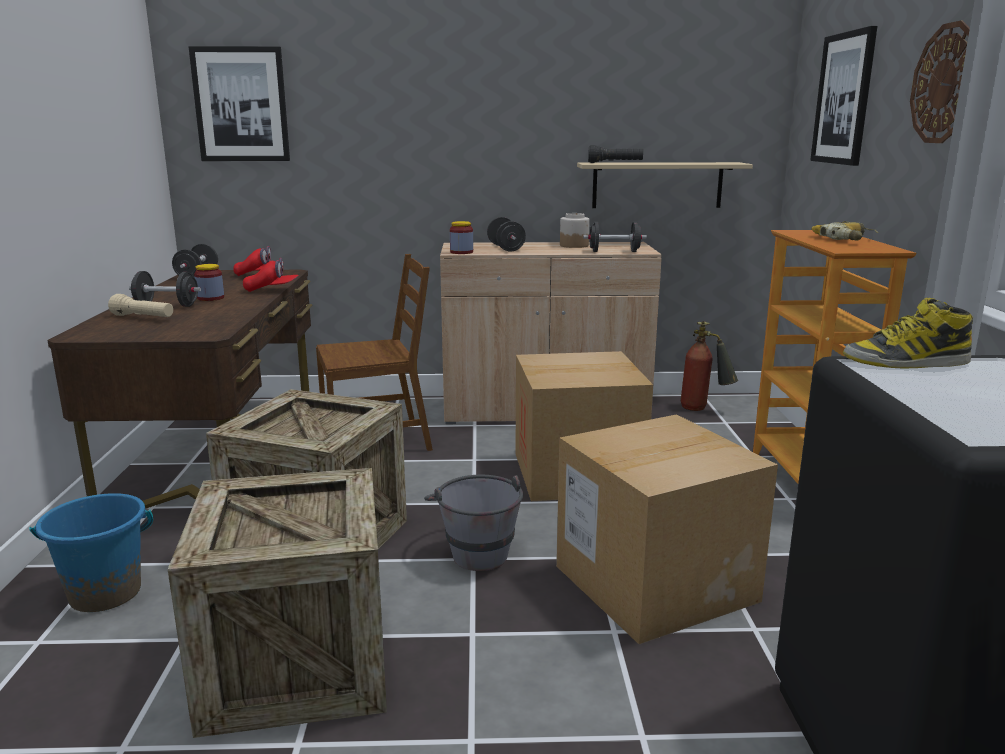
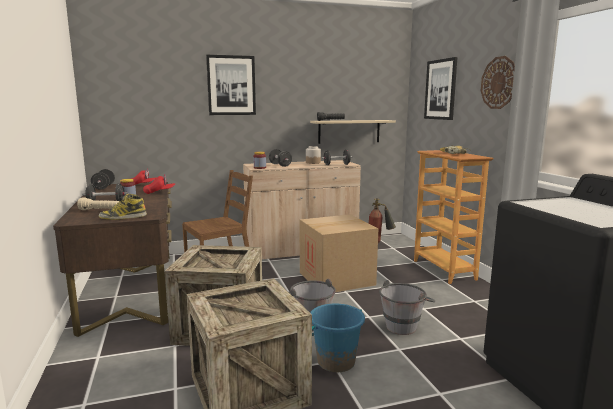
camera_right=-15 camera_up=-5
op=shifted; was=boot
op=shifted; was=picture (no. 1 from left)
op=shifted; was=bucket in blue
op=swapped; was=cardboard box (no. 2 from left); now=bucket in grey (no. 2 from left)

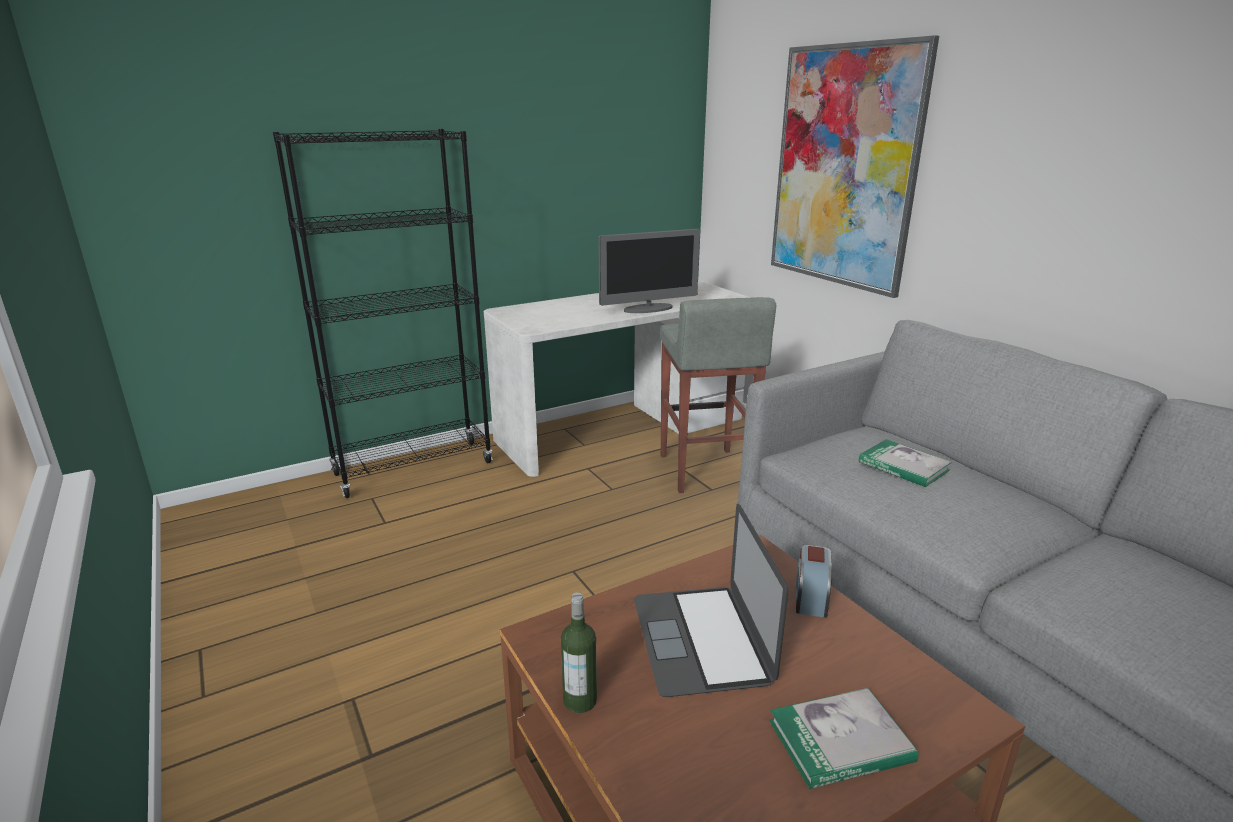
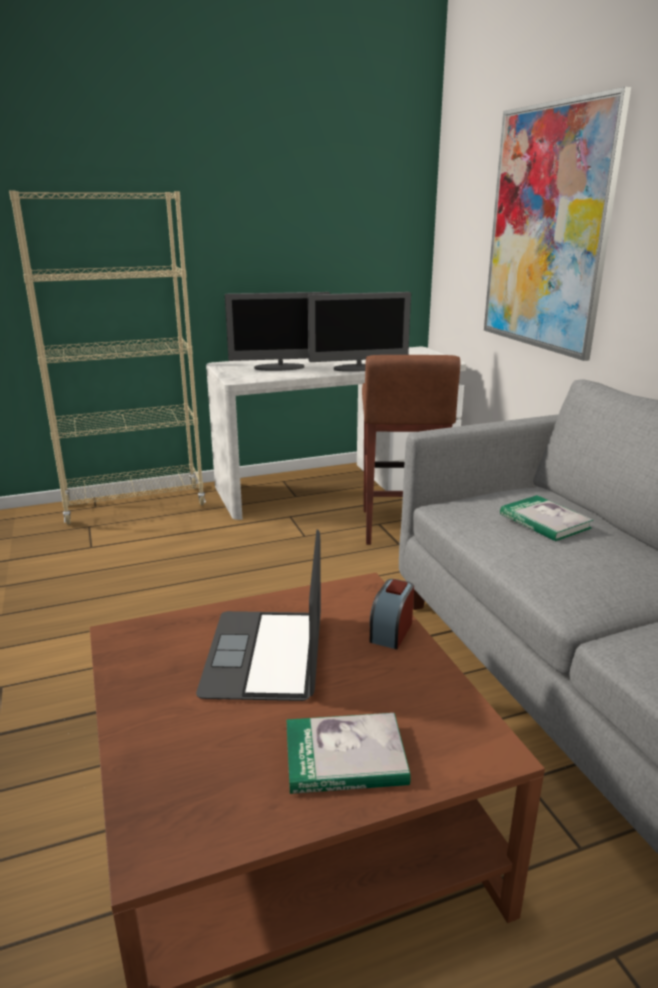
camera_right=10 camera_up=0
op=repainted; was=bookcase in black; now=bookcase in beige
op=new; now=monitor (no. 1 from left)
op=repainted; was=stool in grey; now=stool in brown
op=gone; was=bottle

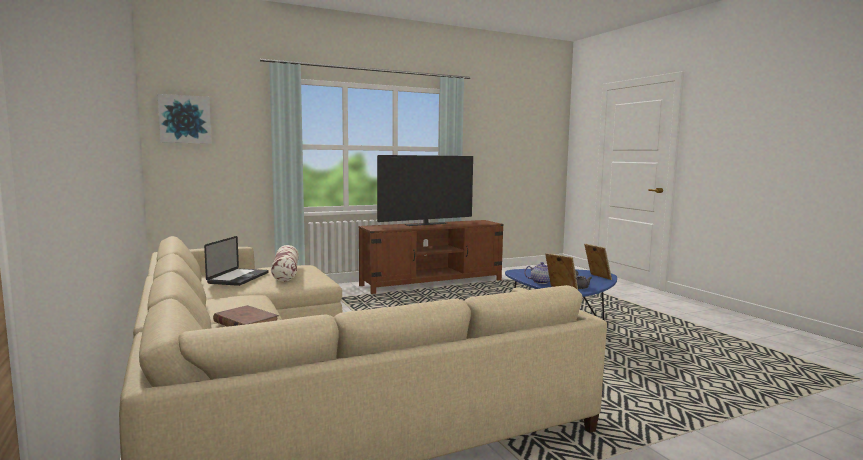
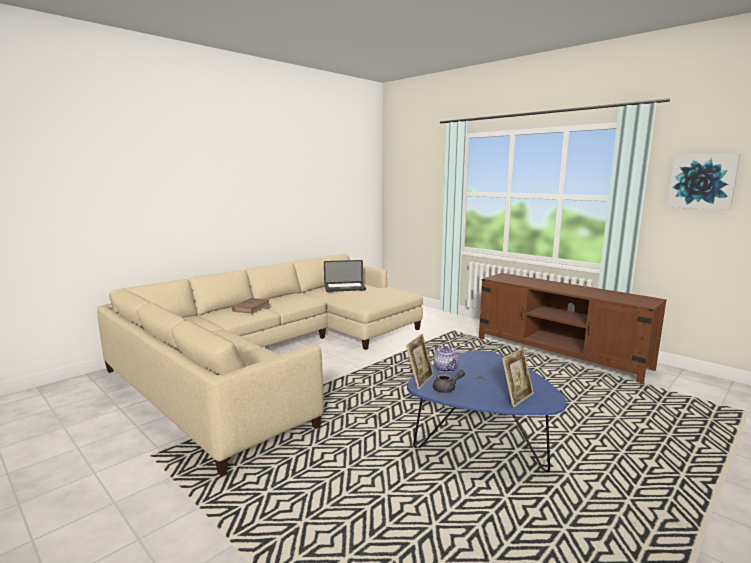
camera_right=70 camera_up=5
op=shifted; was=picture
op=gone; was=pillow
op=gone; was=television

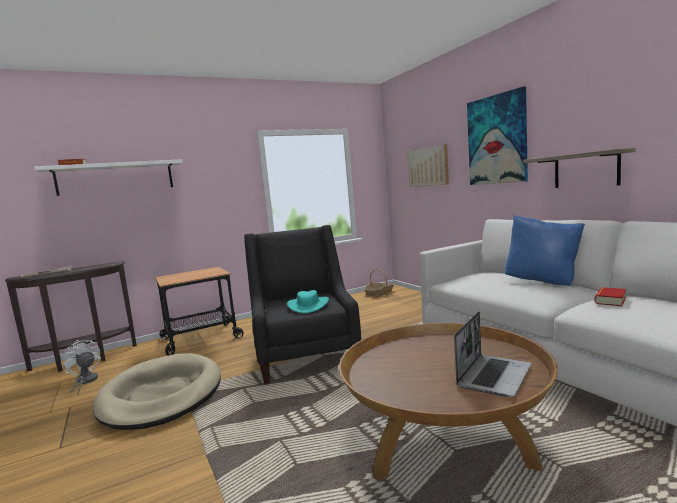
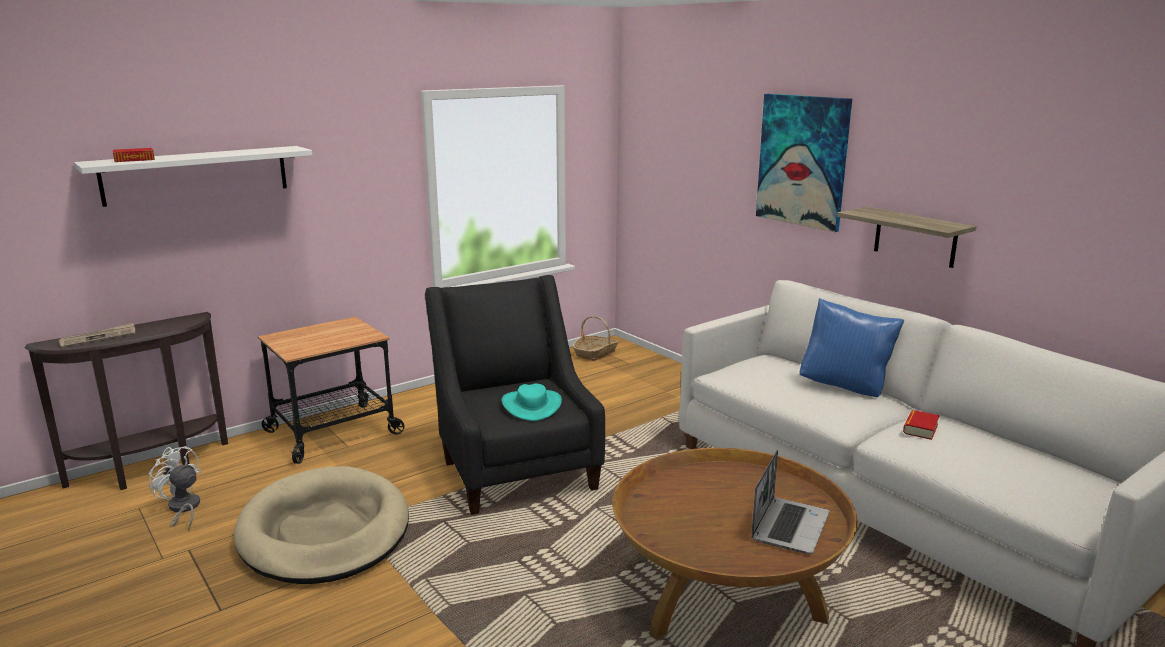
camera_right=-10 camera_up=10
op=gone; was=picture (no. 1 from left)

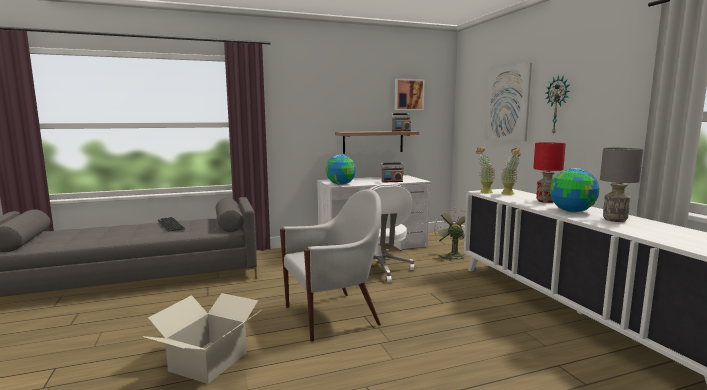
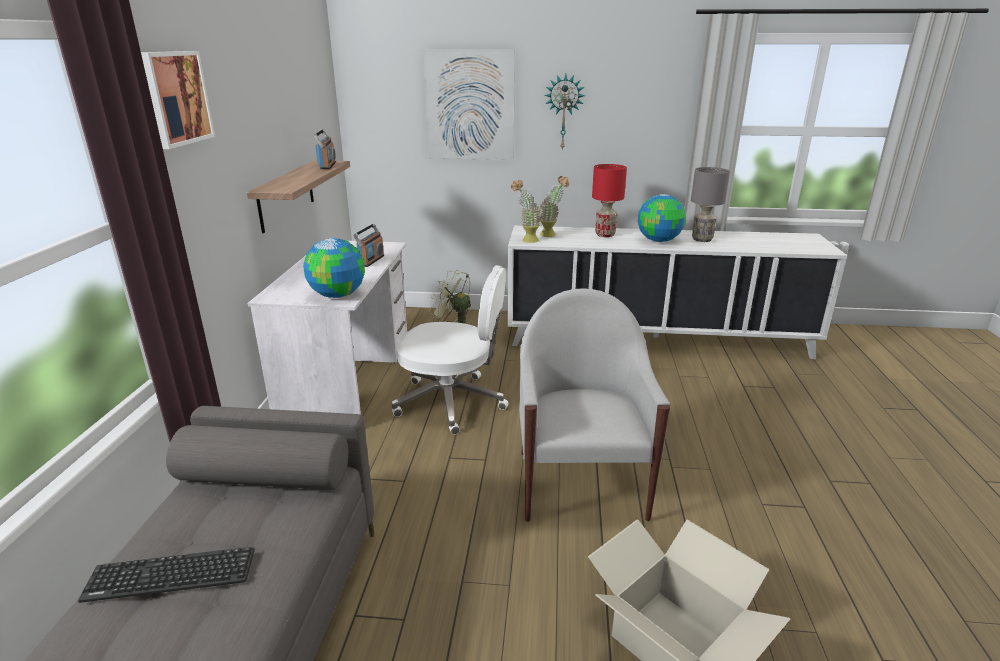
camera_right=-65 camera_up=15
op=shifted; was=picture (no. 1 from left)

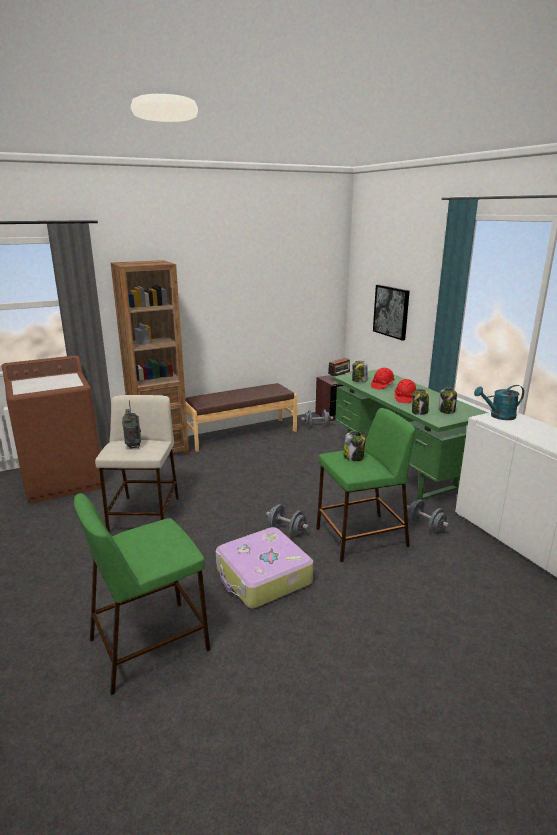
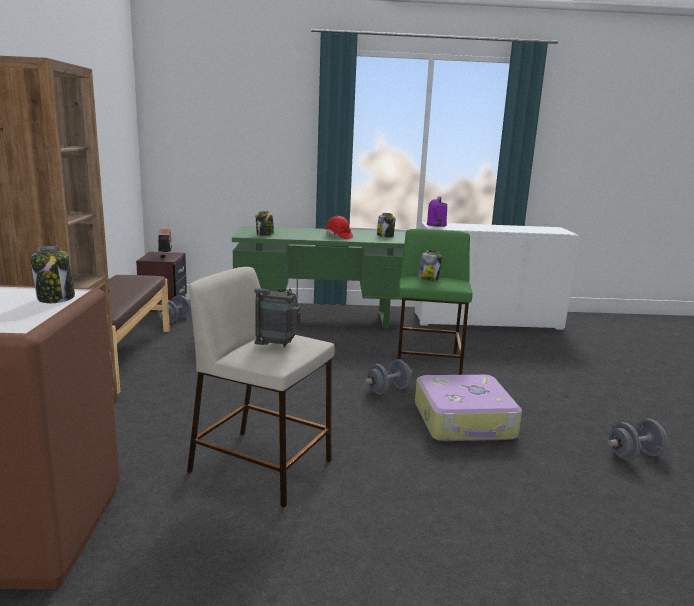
camera_right=-65 camera_up=-5
op=shifted; was=jar (no. 3 from left in the first image); now=jar (no. 1 from left)
op=repainted; was=watering can in turquoise; now=watering can in purple
op=shifted; was=dumbbell in grey (no. 3 from left)
op=gone; was=stool in green (no. 1 from left)
op=gone; was=hard hat in red (no. 1 from left)
op=gone; was=picture

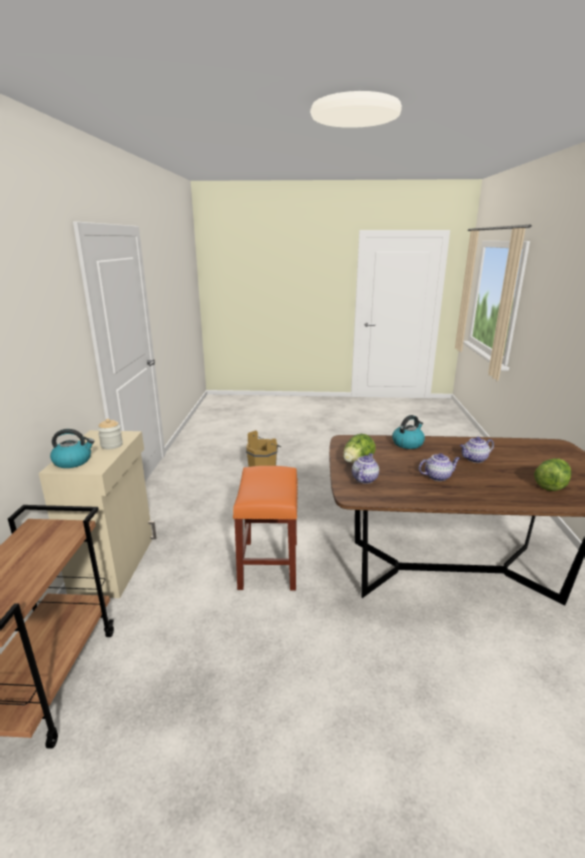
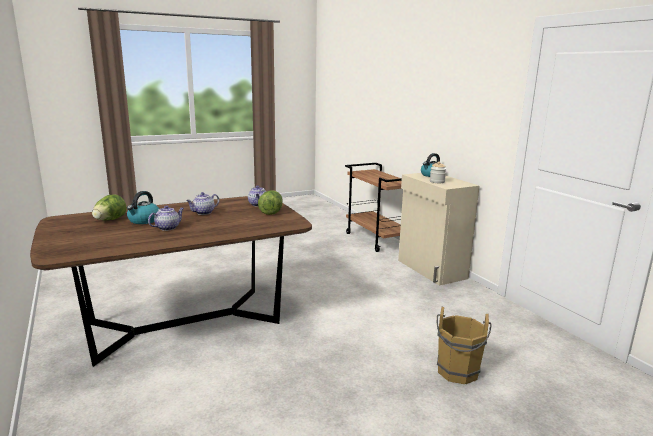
camera_right=150 camera_up=-5
op=shifted; was=kettle (no. 2 from left in the first image); now=kettle (no. 1 from left)
op=gone; was=stool in orange

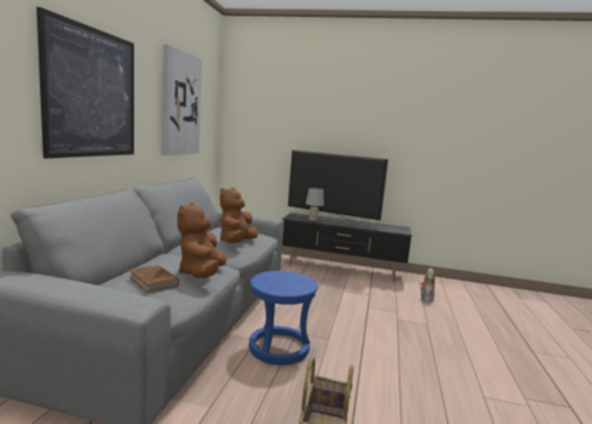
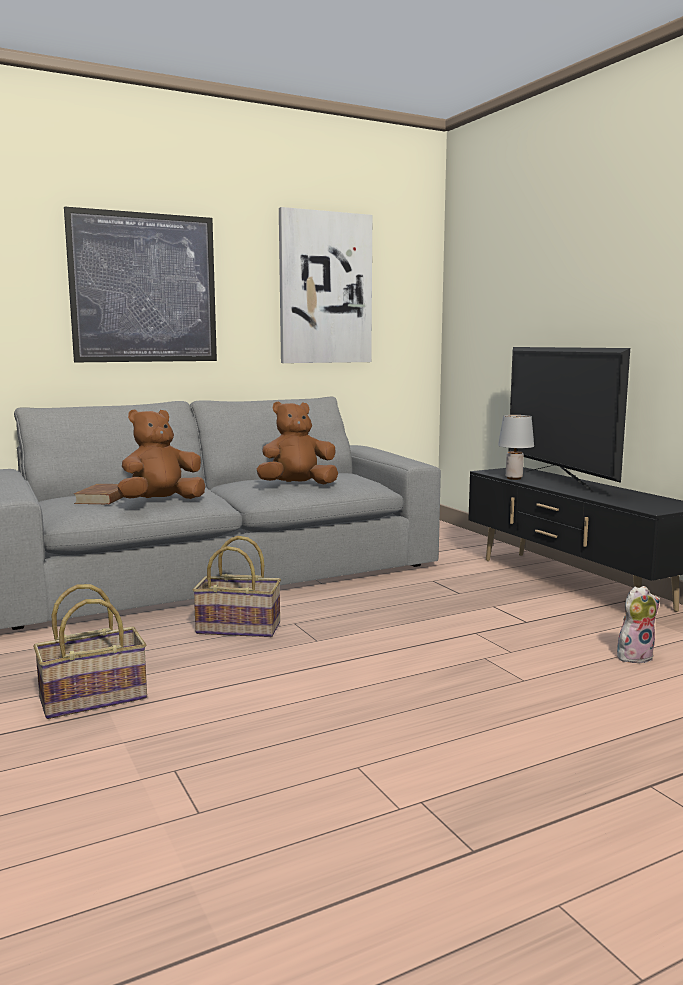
camera_right=50 camera_up=0
op=swapped; was=stool in blue; now=basket (no. 2 from left)

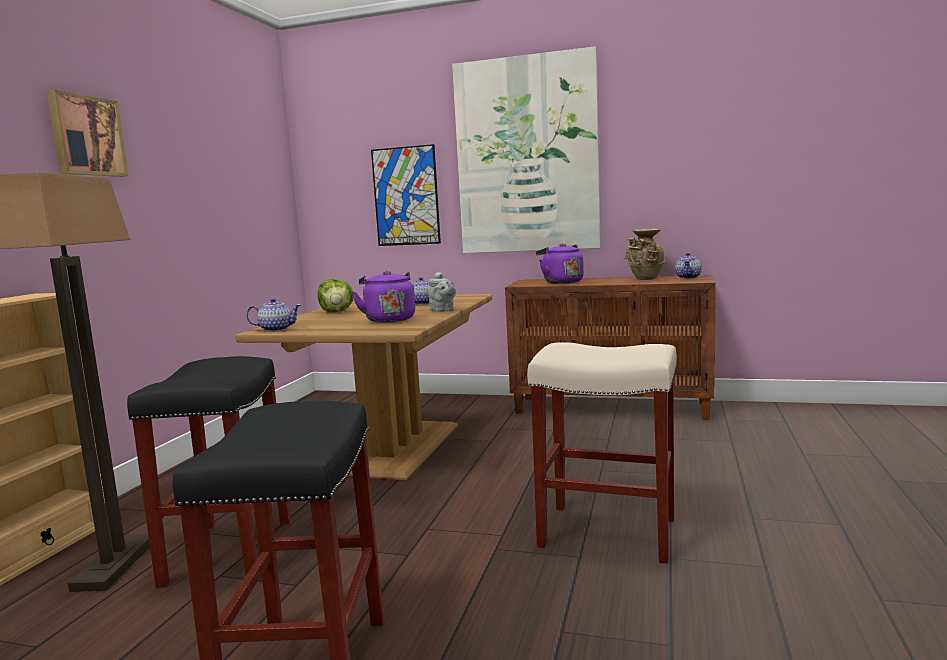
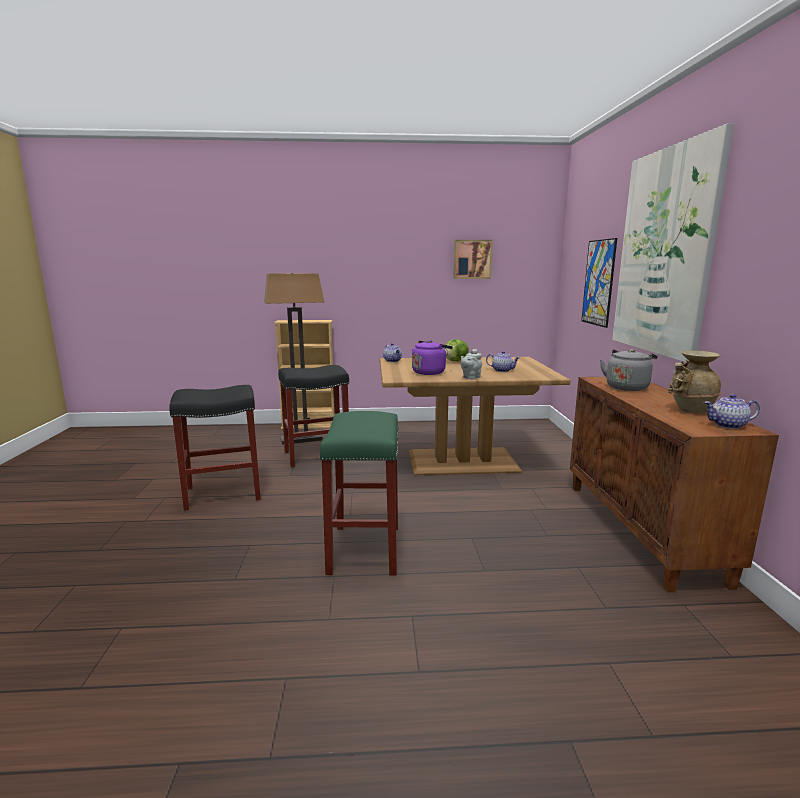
camera_right=70 camera_up=5
op=repainted; was=stool in beige; now=stool in green
op=shifted; was=picture (no. 1 from left)
op=repainted; was=kettle in purple (no. 2 from left); now=kettle in grey

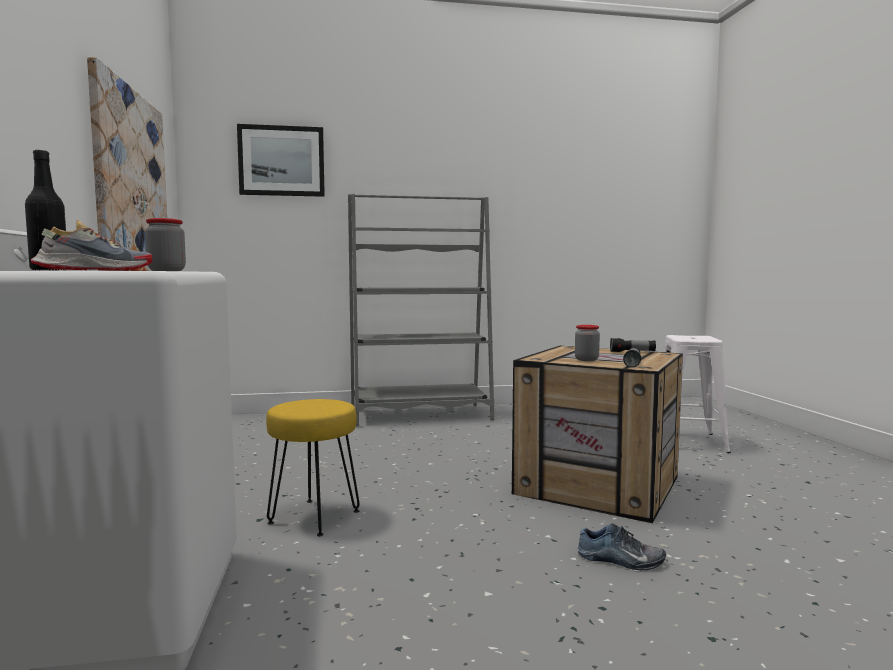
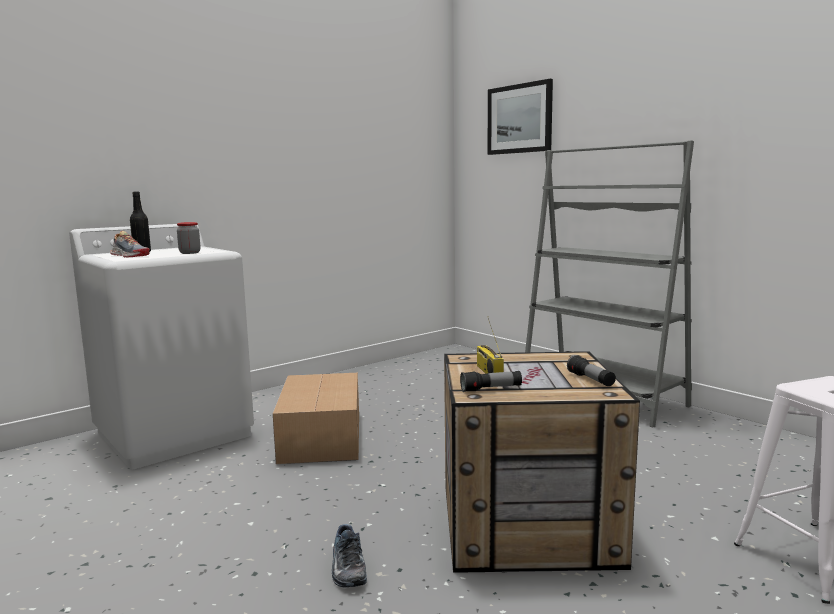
camera_right=60 camera_up=5
op=swapped; was=stool in yellow; now=cardboard box
op=swapped; was=jar (no. 2 from left); now=radio
op=gone; was=picture (no. 1 from left)

